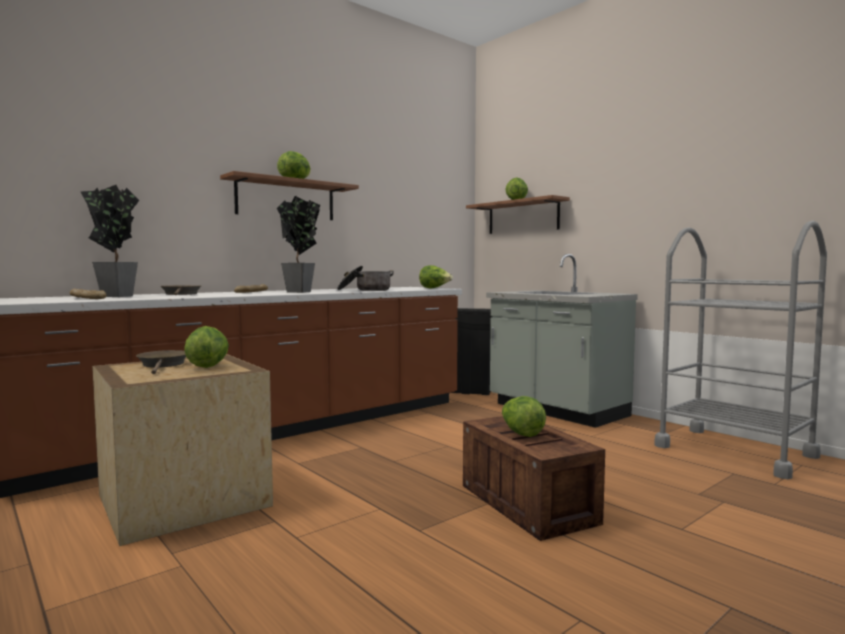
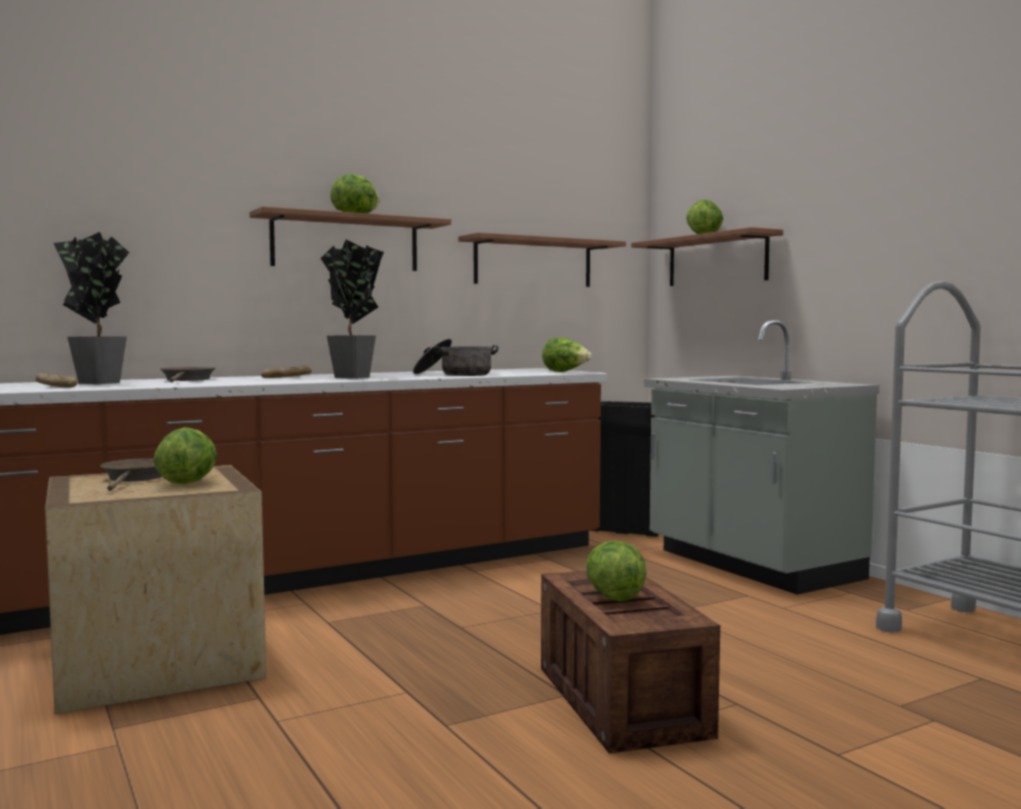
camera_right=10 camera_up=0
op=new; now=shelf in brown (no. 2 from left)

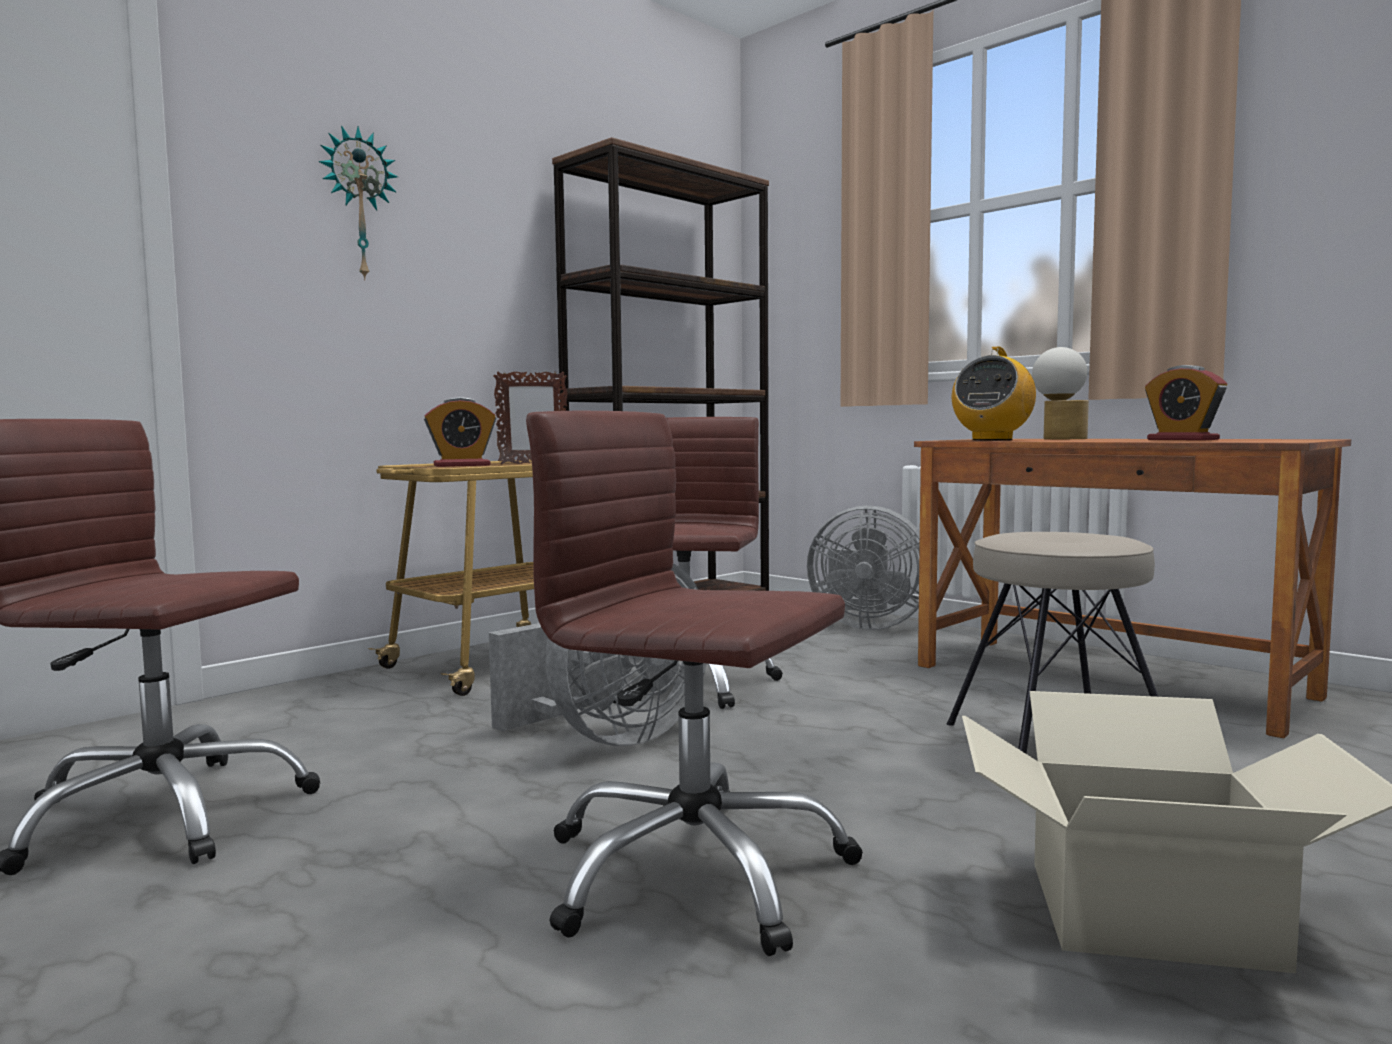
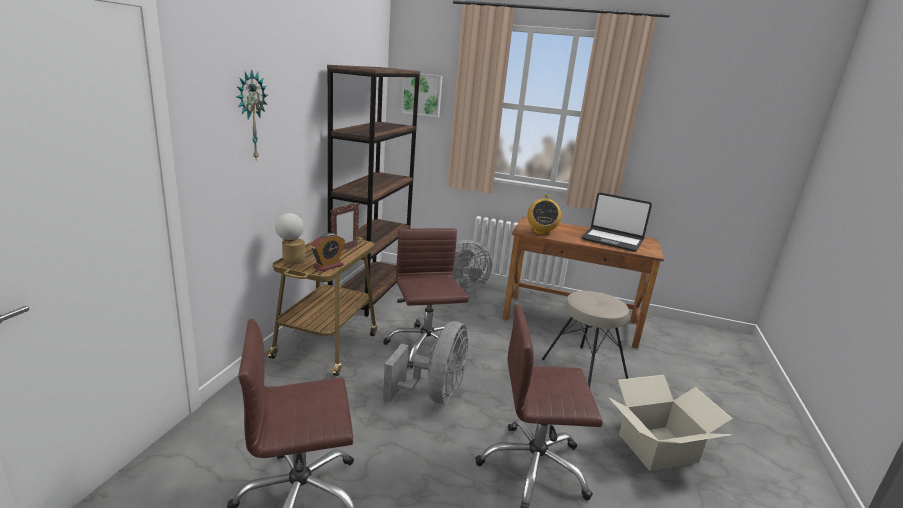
camera_right=-30 camera_up=15
op=shifted; was=table lamp
op=new; now=picture
op=swapped; was=alarm clock (no. 2 from left); now=laptop

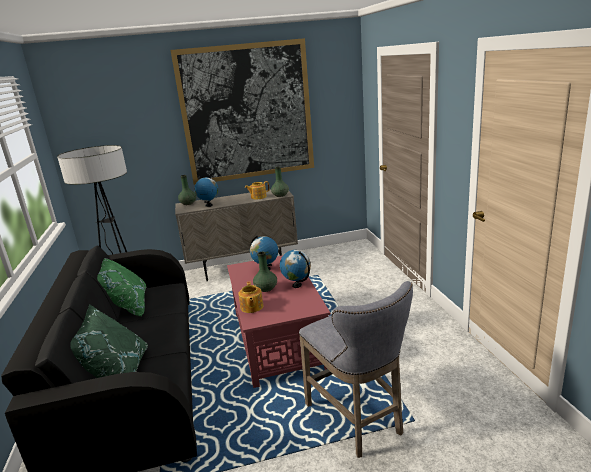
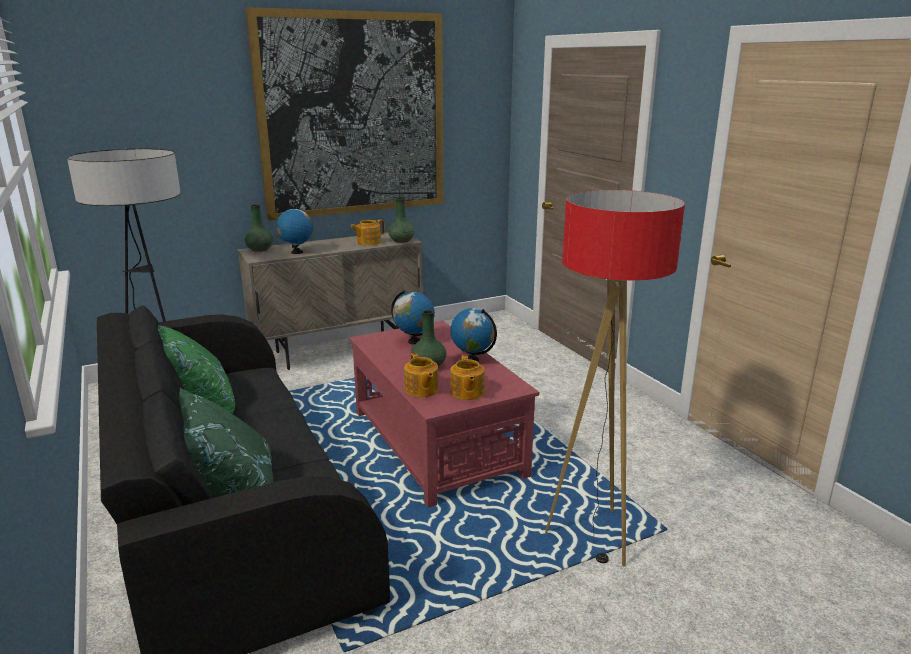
camera_right=-15 camera_up=0
op=new; now=teapot (no. 3 from left)
op=swapped; was=stool in grey; now=floor lamp (no. 2 from left)

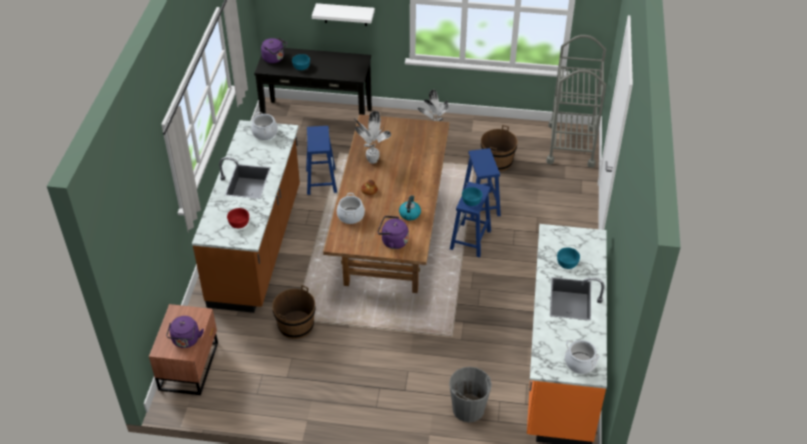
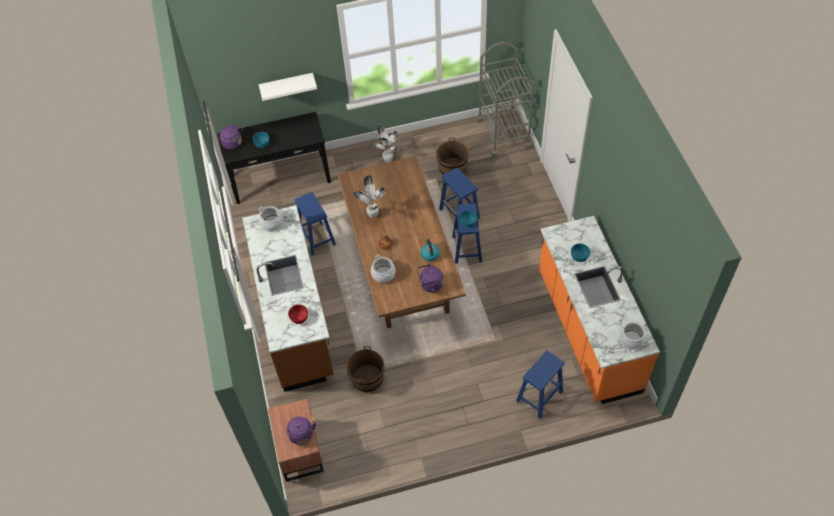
camera_right=-20 camera_up=10
op=swapped; was=bucket in grey; now=stool in blue (no. 4 from left)

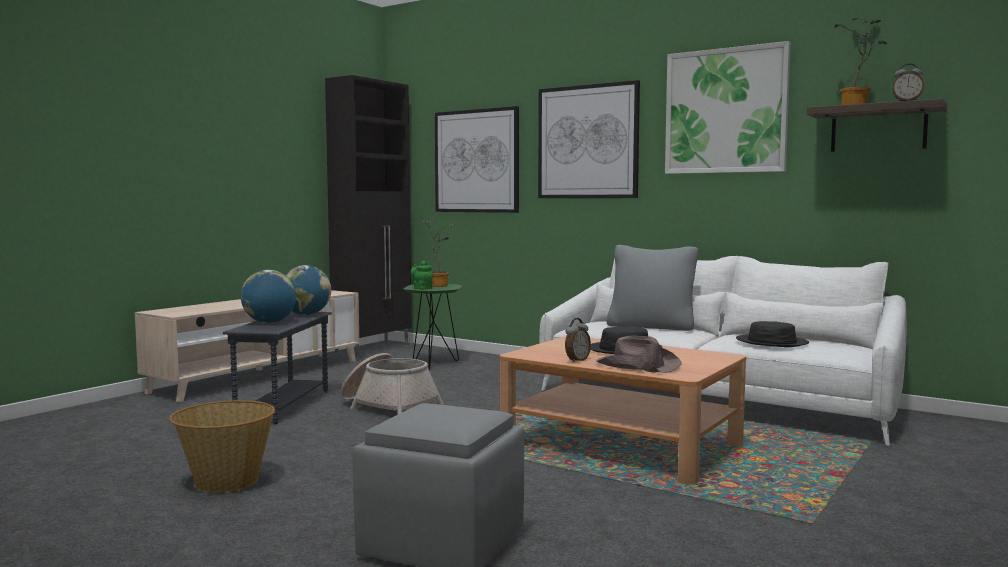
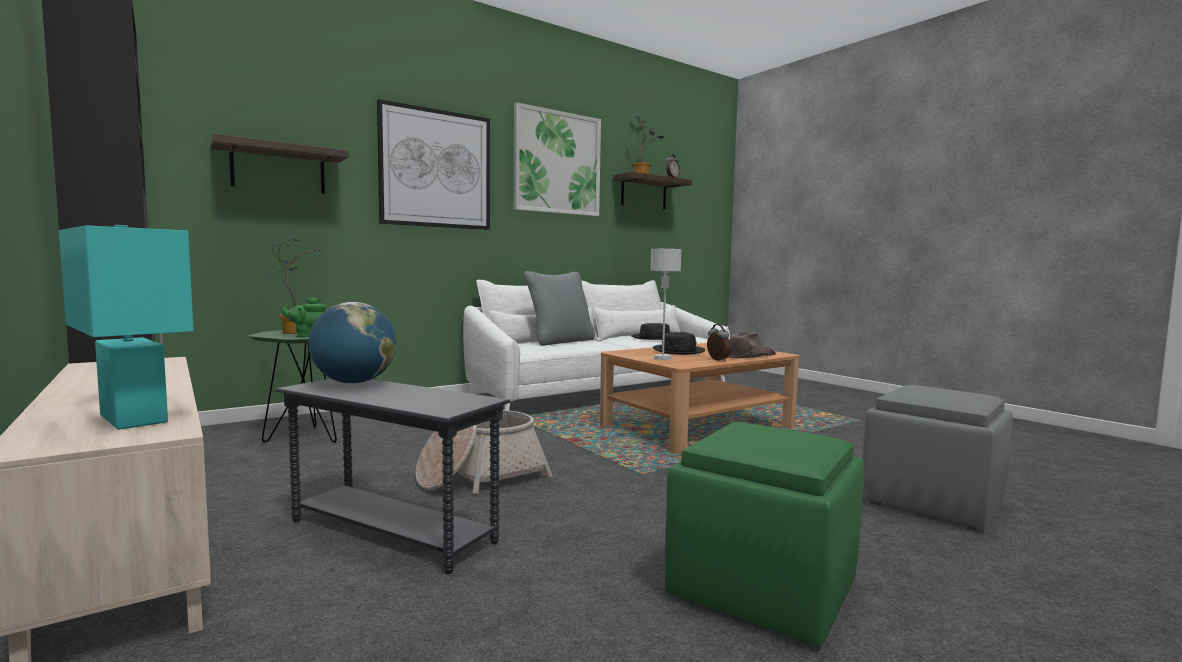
camera_right=-70 camera_up=0
op=new; now=table lamp in turquoise
op=swapped; was=picture (no. 1 from left); now=shelf (no. 1 from left)
op=new; now=table lamp in grey
op=swapped; was=basket (no. 1 from left); now=ottoman in green
op=gone; was=globe (no. 1 from left)

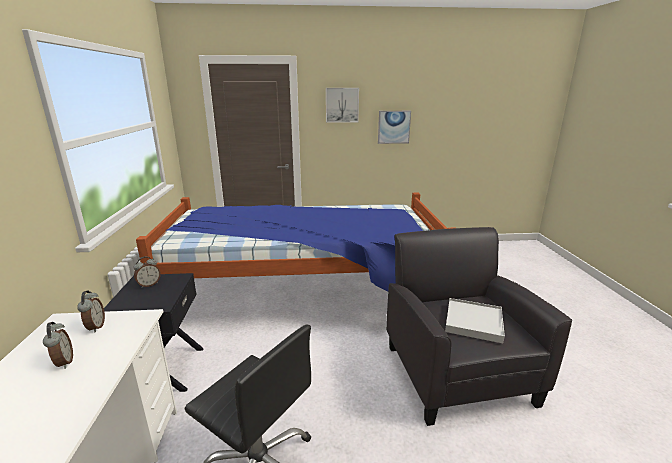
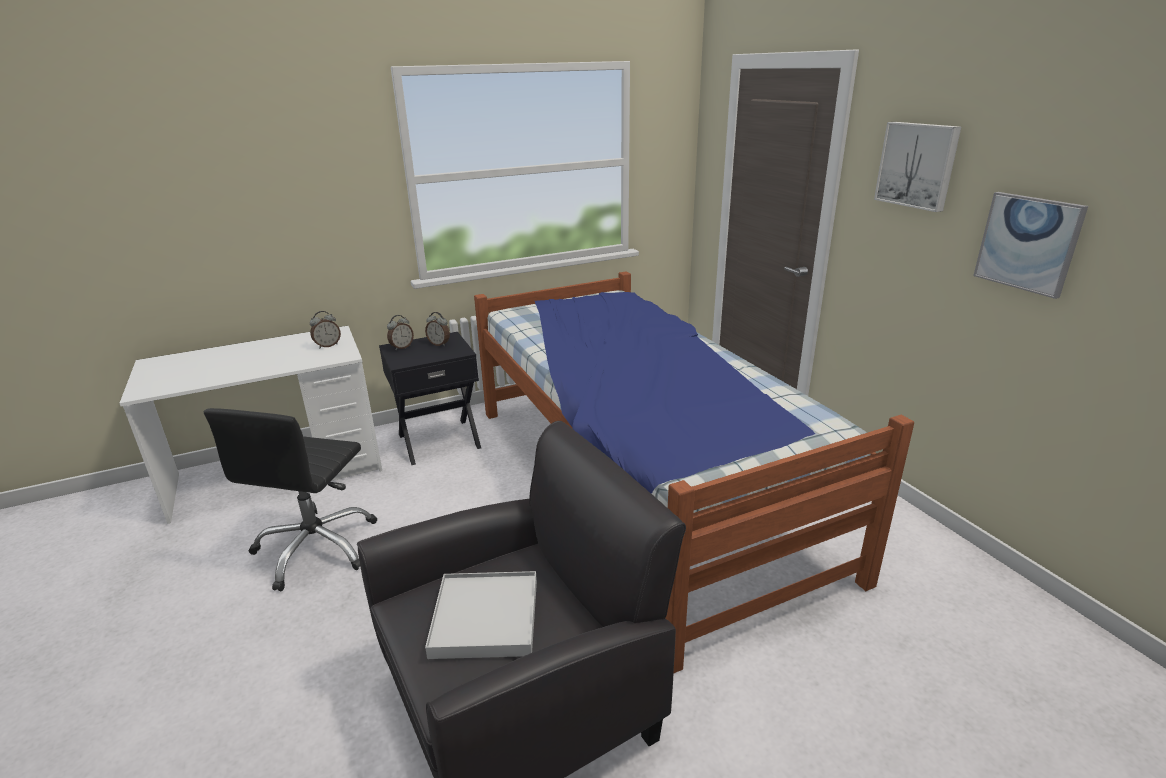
camera_right=70 camera_up=5
op=shifted; was=alarm clock (no. 1 from left in the first image); now=alarm clock (no. 2 from left)

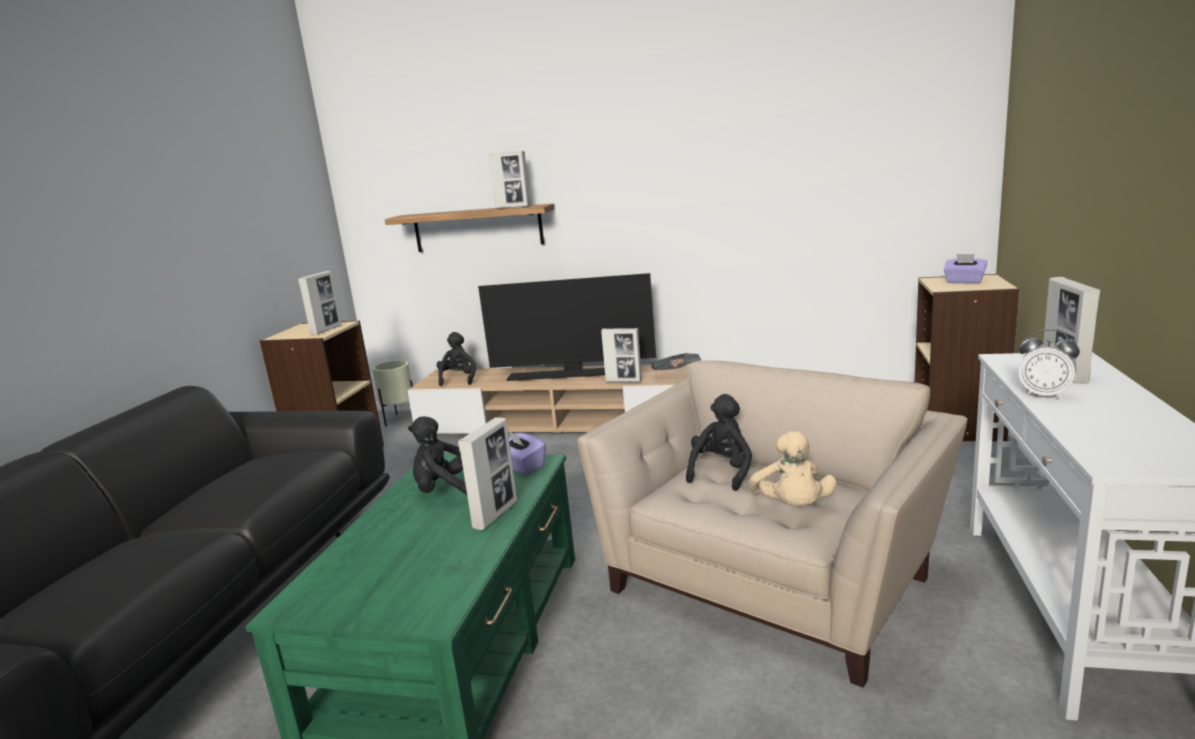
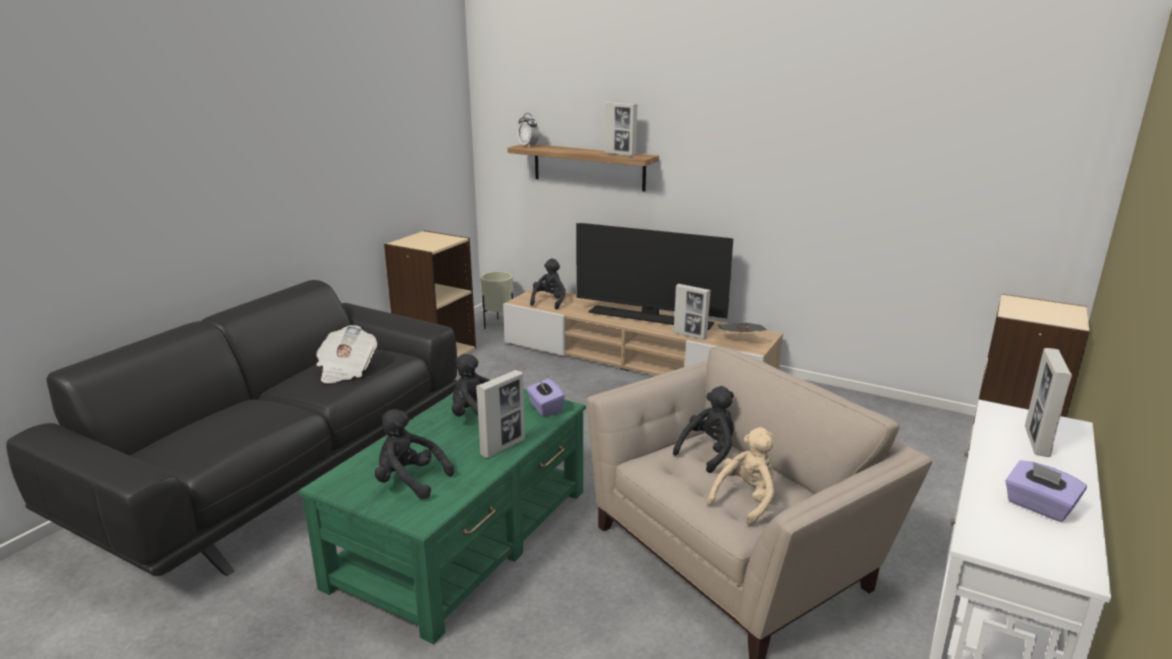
camera_right=15 camera_up=5
op=new; now=newspaper (no. 1 from left)
op=new; now=plush toy in black (no. 1 from left)
op=shifted; was=alarm clock
op=rotated; was=plush toy in beige; clockwise=-150
op=shifted; was=tissue box in purple (no. 2 from left)
op=gone; was=picture frame (no. 1 from left)

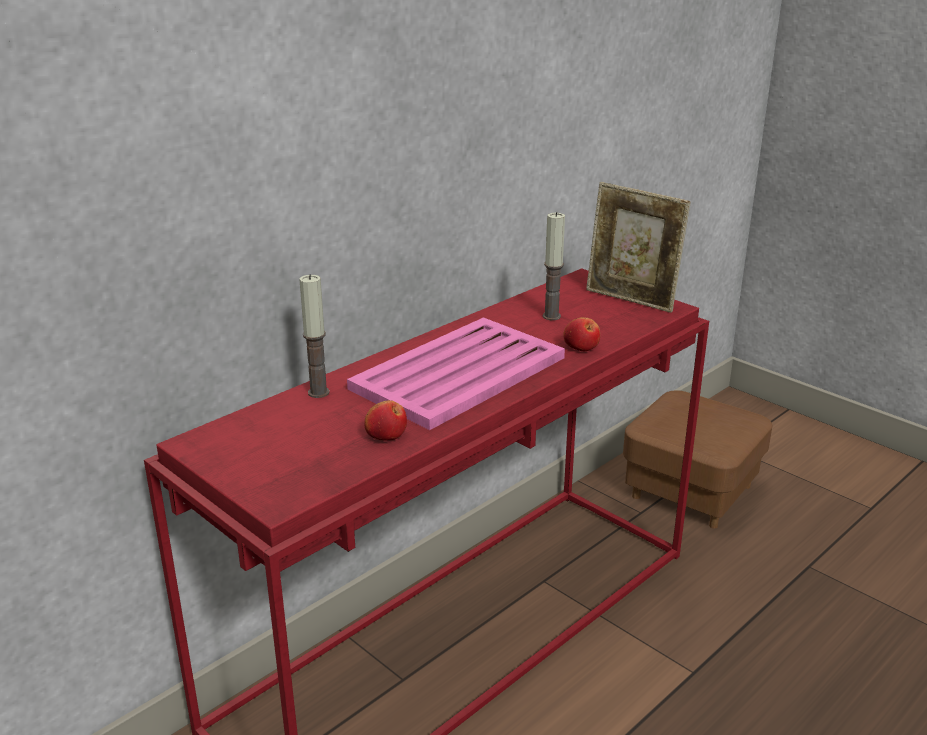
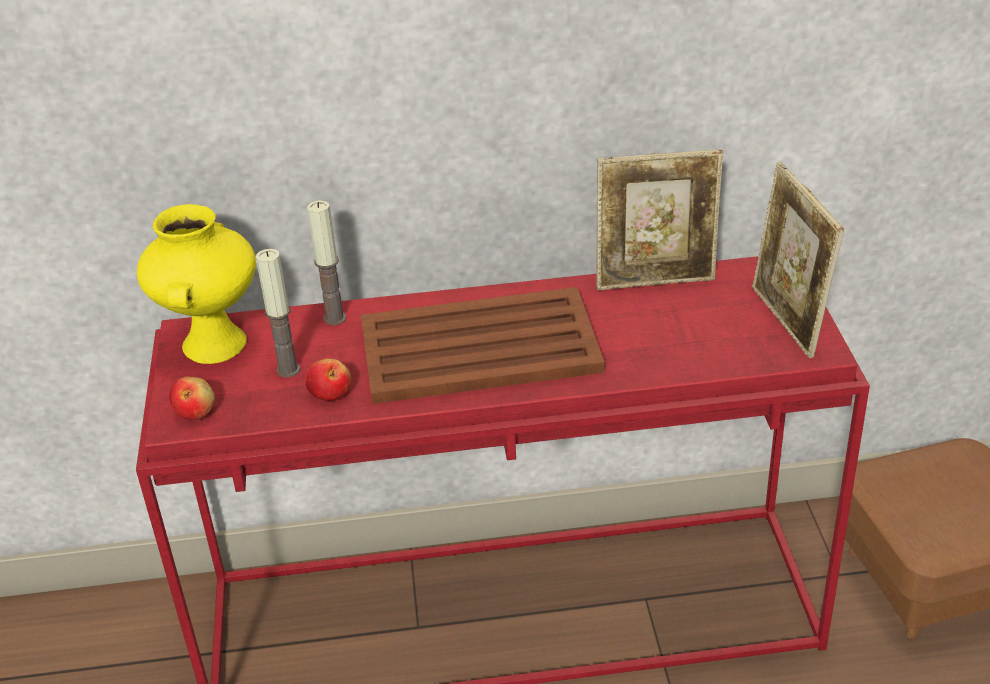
camera_right=40 camera_up=10
op=new; now=vase in yellow
op=shifted; was=apple (no. 2 from left in the first image); now=apple (no. 1 from left)
op=shifted; was=candle (no. 2 from left in the first image); now=candle (no. 1 from left)
op=repainted; was=tray in pink; now=tray in brown
op=new; now=picture frame (no. 1 from left)

